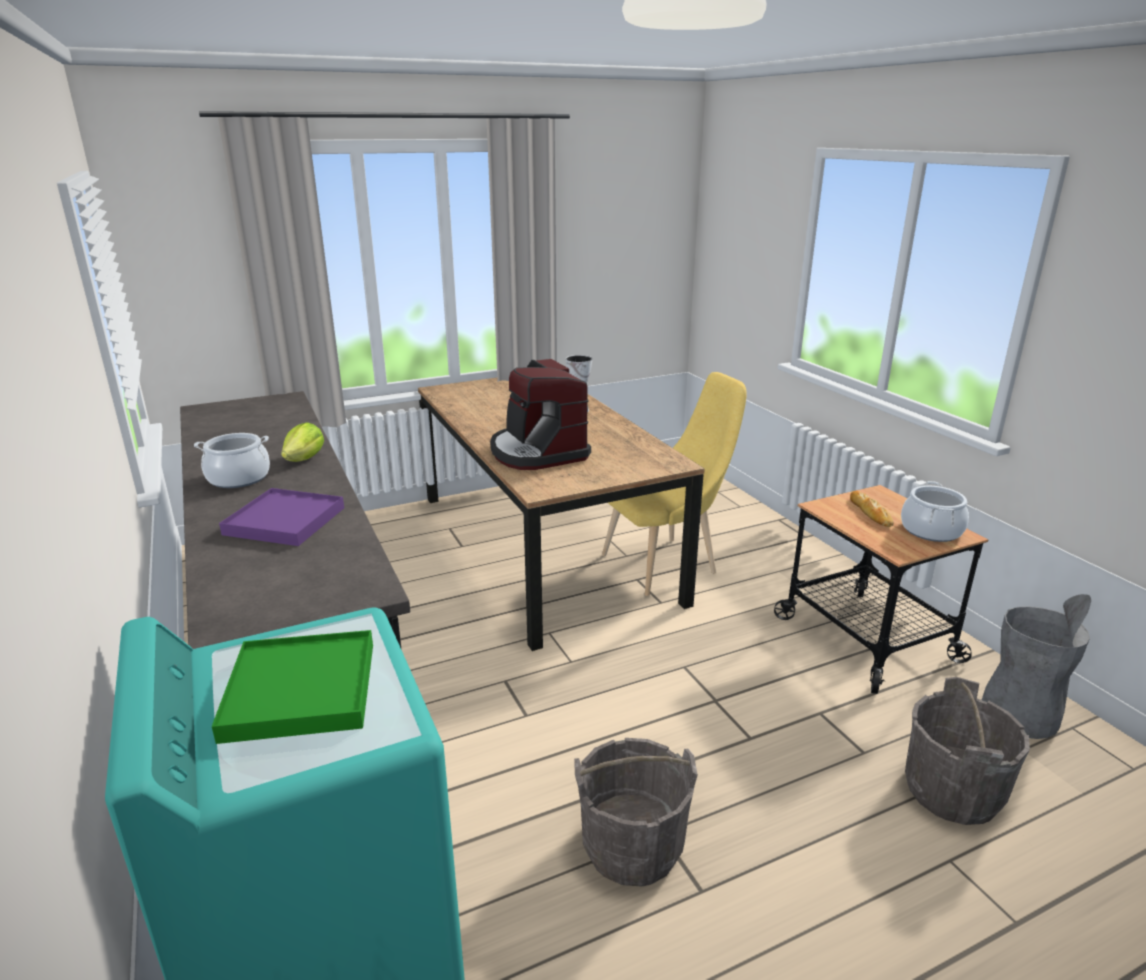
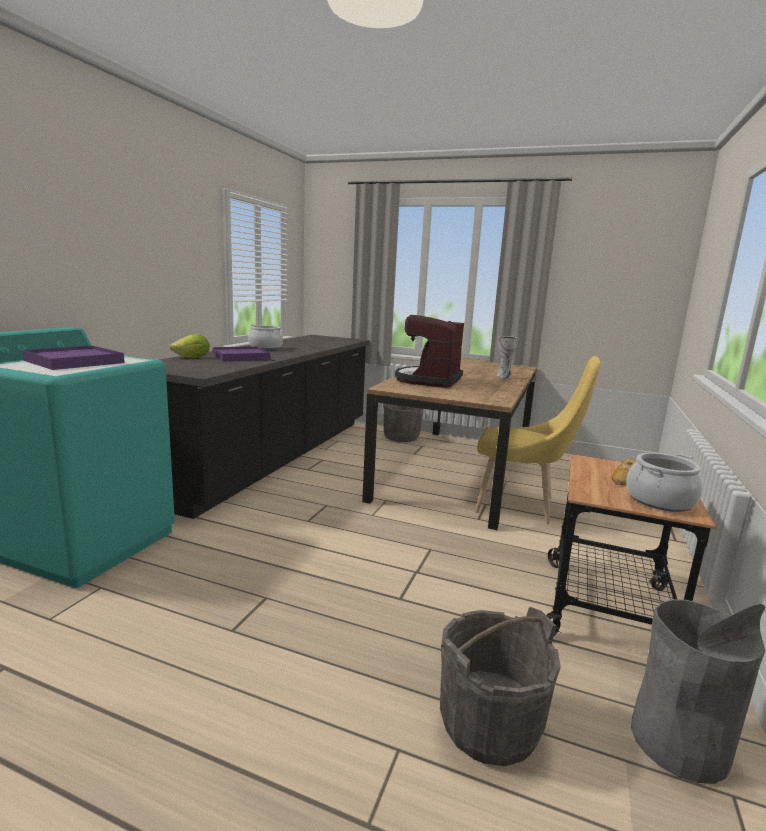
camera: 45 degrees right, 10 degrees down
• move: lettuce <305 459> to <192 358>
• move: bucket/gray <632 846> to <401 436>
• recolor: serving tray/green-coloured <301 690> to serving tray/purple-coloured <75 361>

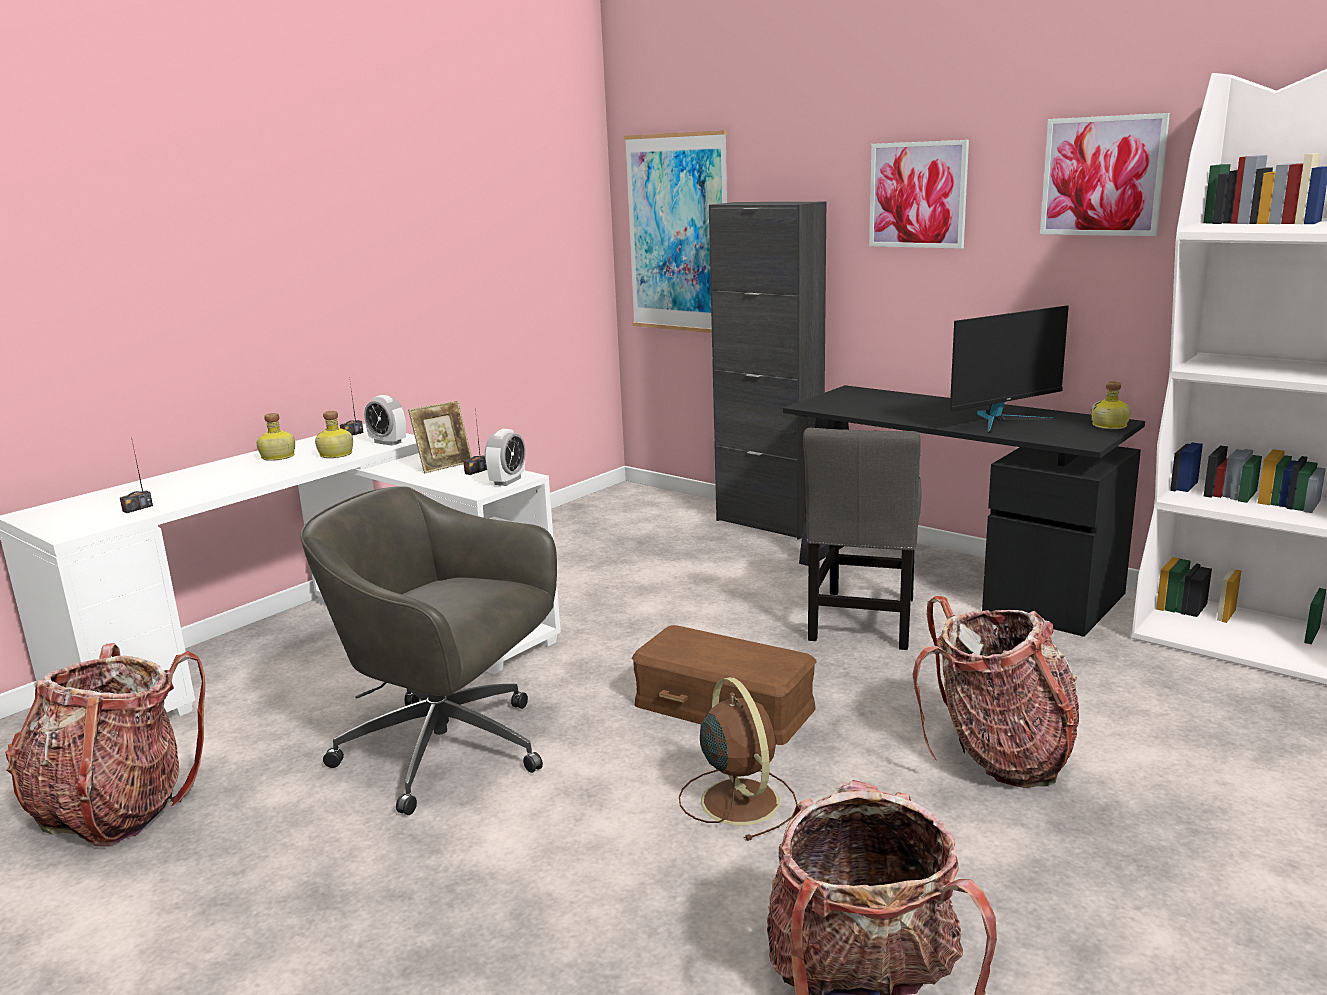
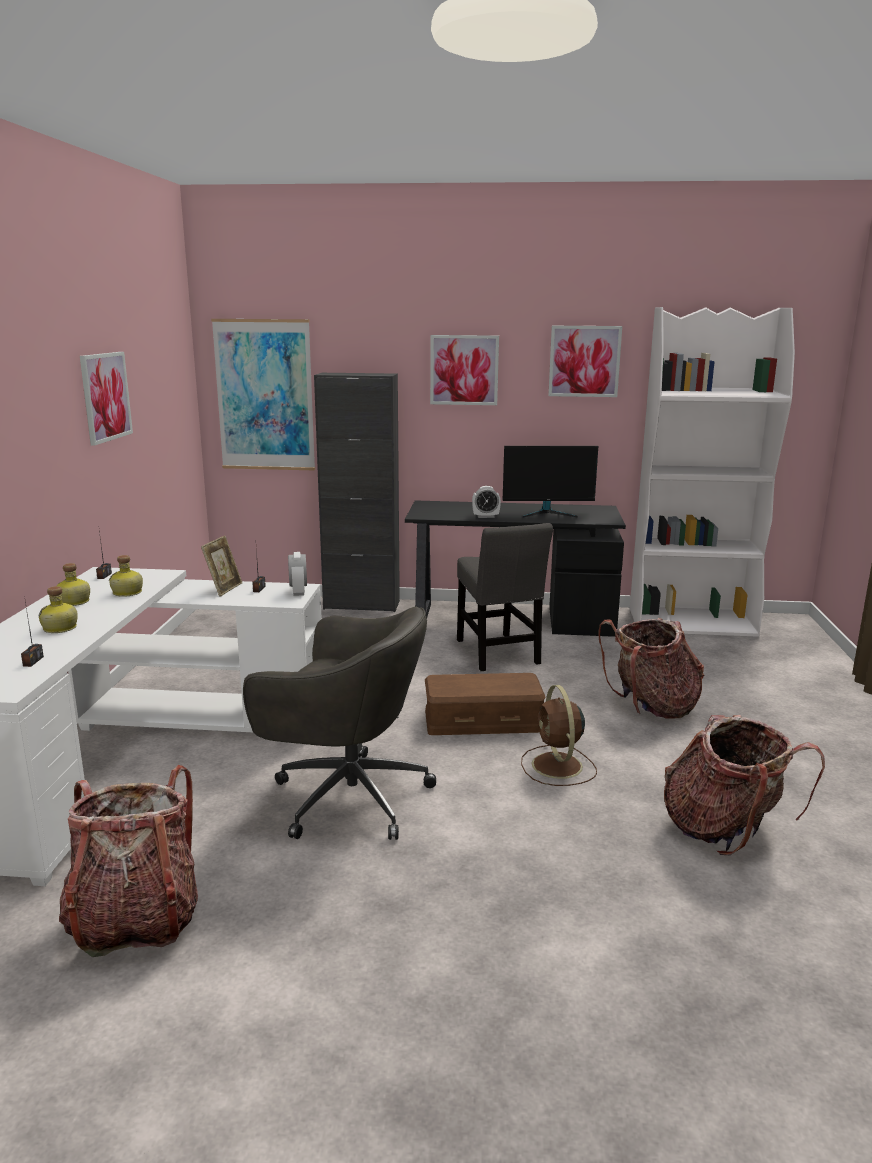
camera: 35 degrees left, 0 degrees up
• insert: picture <105 397>
• move: table clock <388 442> to <485 516>
• move: beverage bottle <1110 426> to <60 628>
• rotate: desk chair/gray <449 751> = <346 796> 150 degrees counterclockwise
• rotate: cooling fan/brown <738 799> = <557 767> 135 degrees counterclockwise
• rotate: monitor <1003 420> = <547 513> 60 degrees clockwise

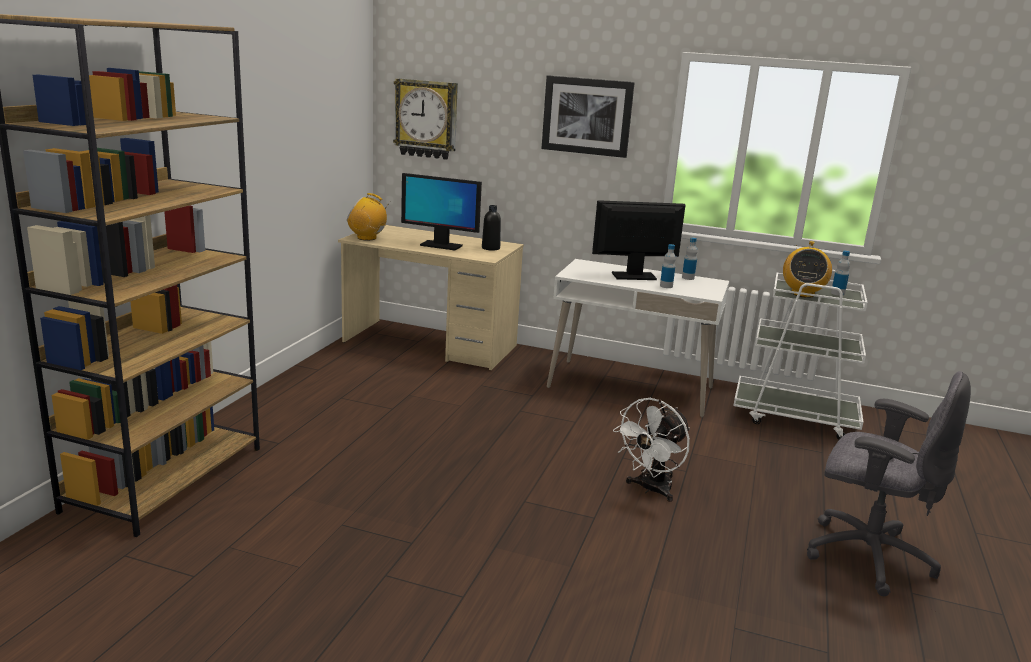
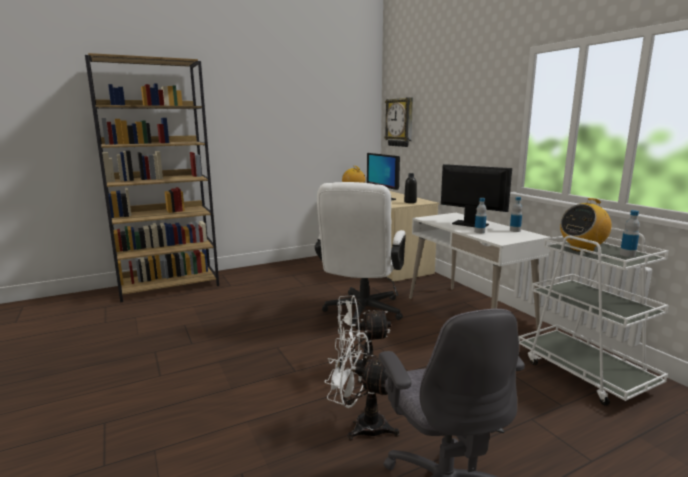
camera: 45 degrees right, 5 degrees down
• delete: picture <587 116>
• insert: desk chair/white <361 313>
• insert: cooling fan/white <362 425>

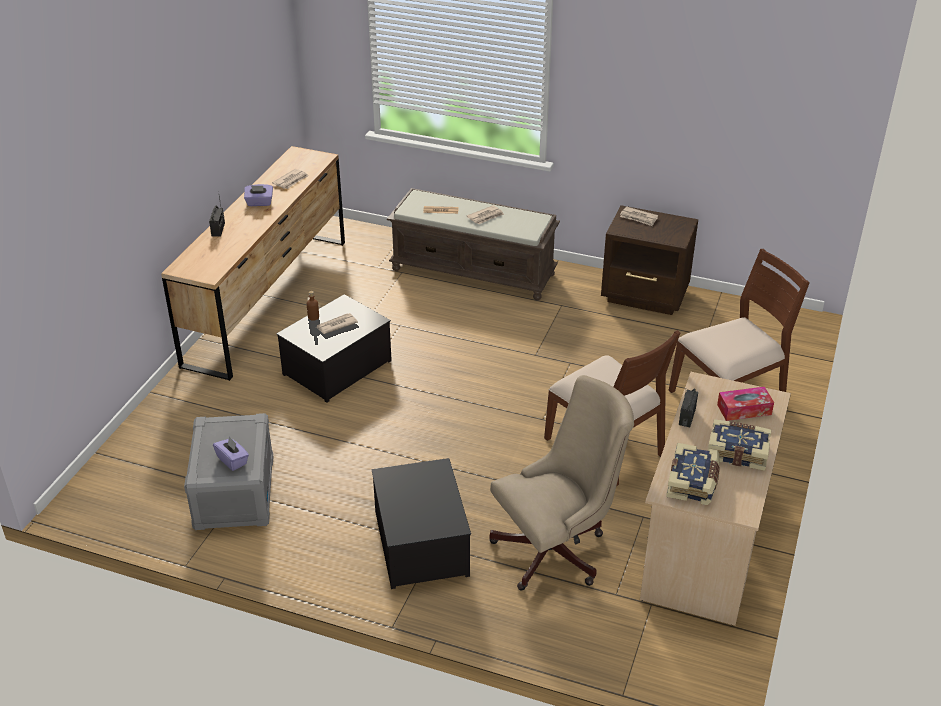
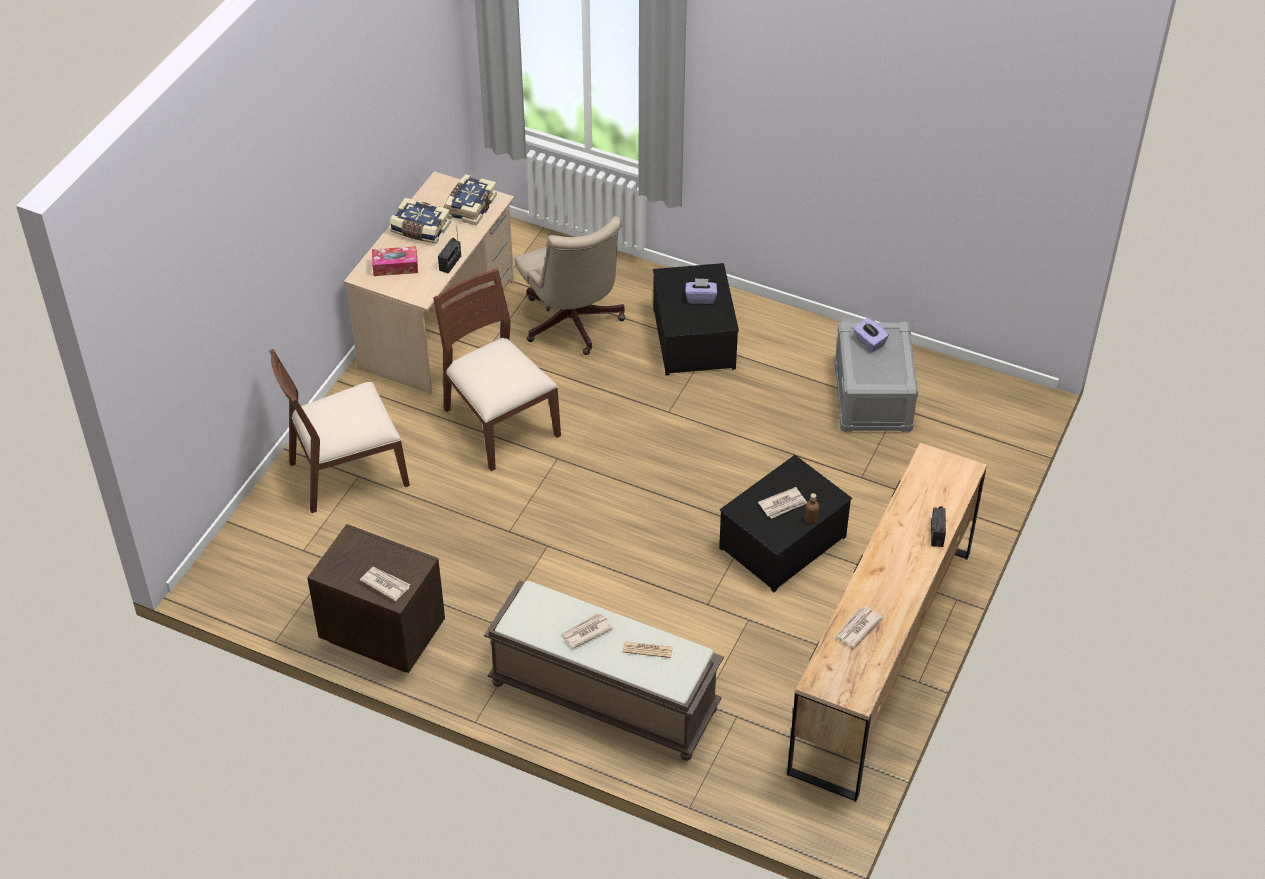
camera: 175 degrees left, 10 degrees up
• move: tissue box/purple-coloured <259 203> to <700 298>
• rotate: desk chair/sand-coloured <557 550> = <573 325> 90 degrees counterclockwise

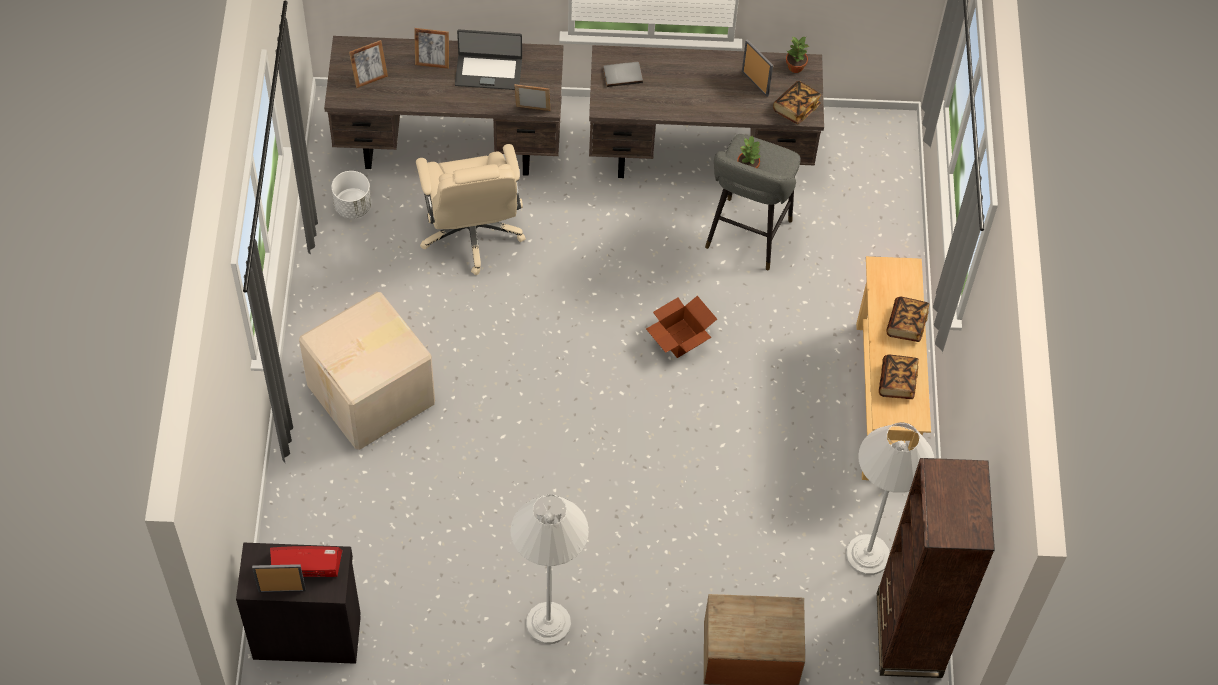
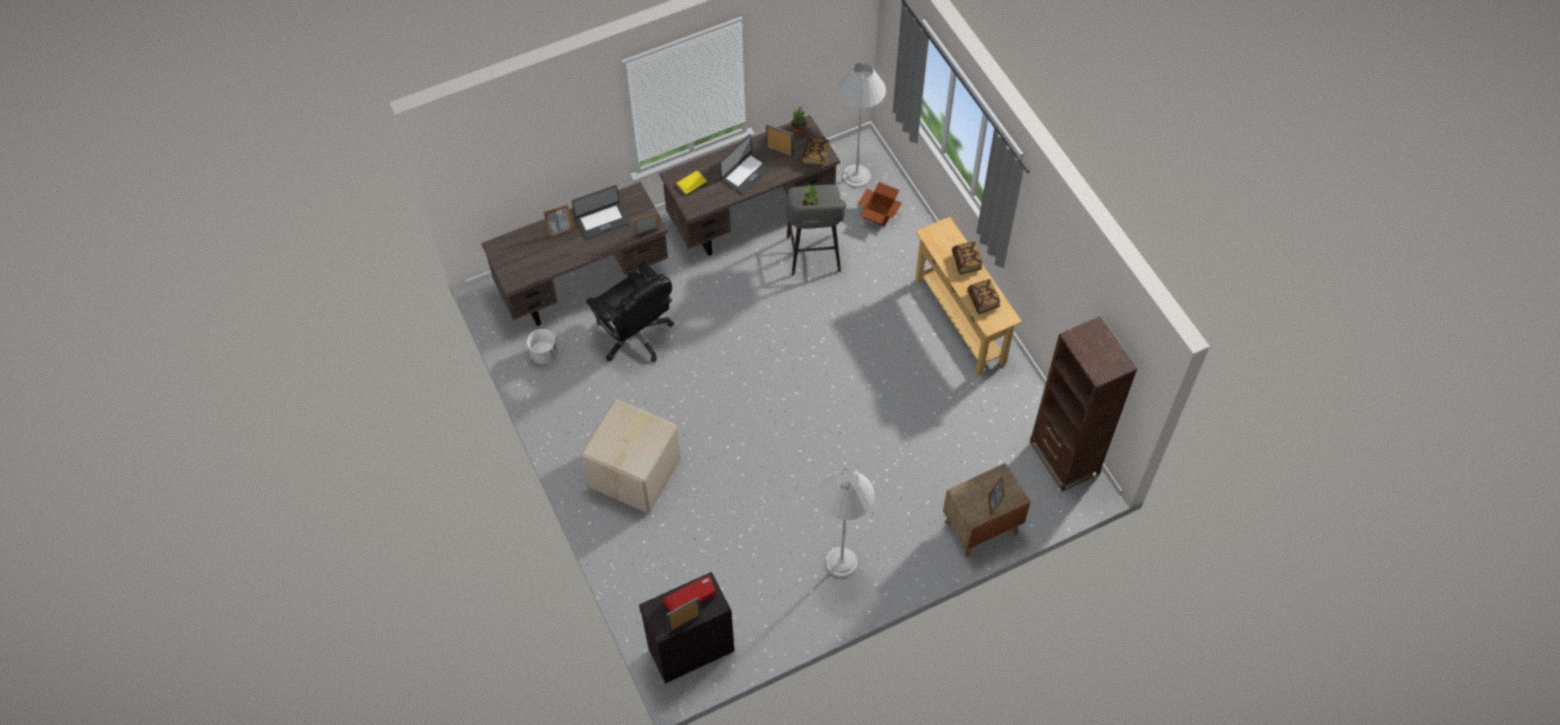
camera: 25 degrees left, 0 degrees up
• insert: notebook computer <745 173>
• move: picture frame <370 78> to <993 504>
• move: carton <679 338> to <878 214>
• move: standing lamp/white <867 555> to <856 176>
• recolor: desk chair/sand-coloured <472 233> to desk chair/blackish <635 335>
• recolor: book/gray <622 74> to book/yellow <691 183>

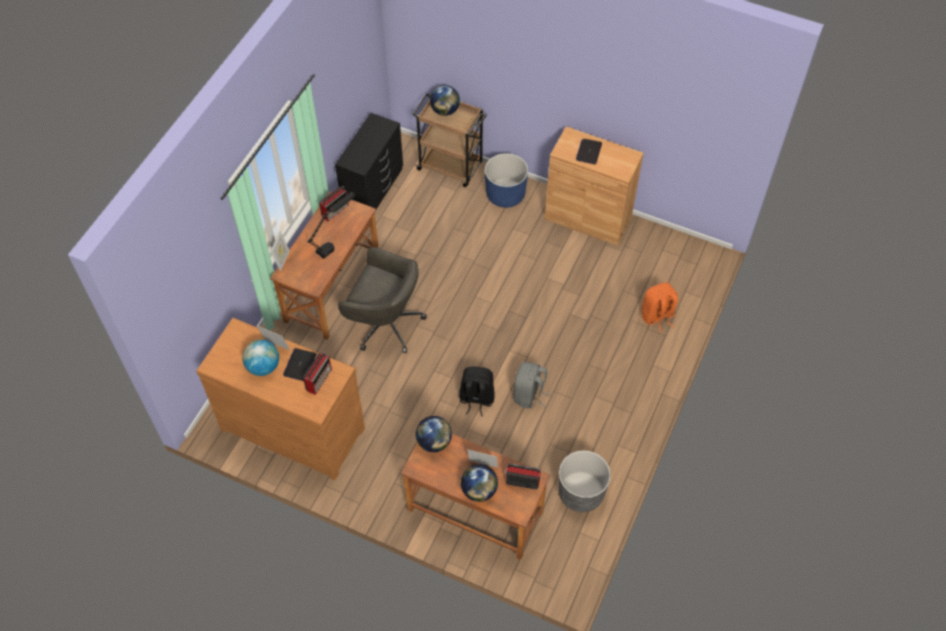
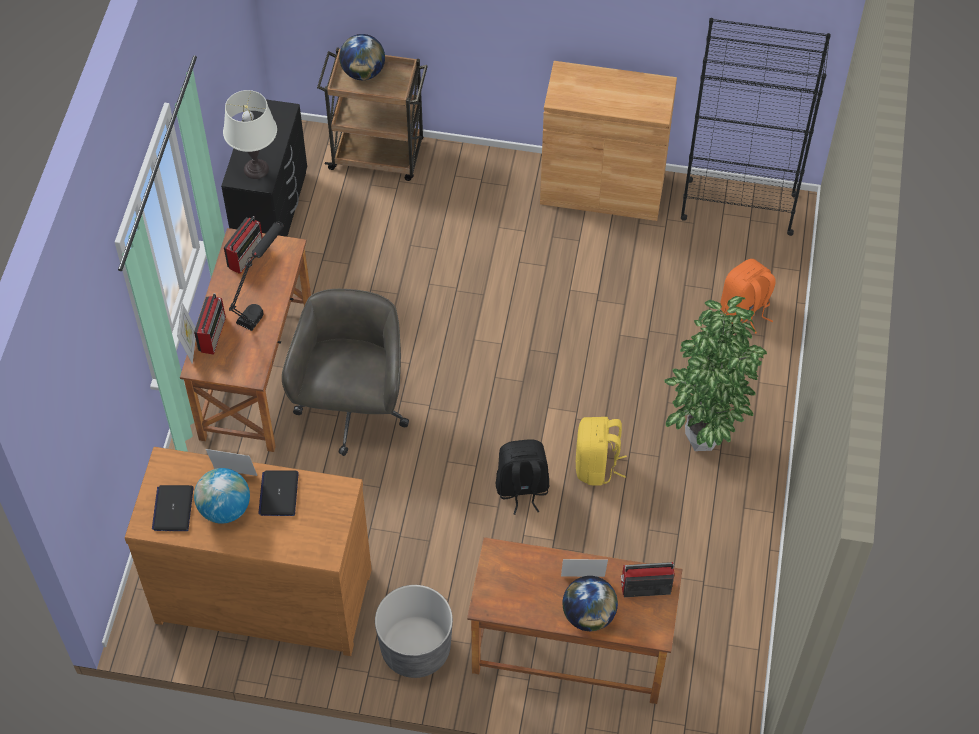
camera: 15 degrees left, 0 degrees up
• delete: globe <434 442>
• delete: flower pot/blue <505 194>
• insert: lamp for a table/white <256 169>
• insert: plant in a pot <703 444>
• insert: bookshelf/blackish <738 207>
• move: radio receiver <319 379> to <213 333>
• move: flower pot/gray <581 493> to <415 649>
• move: notebook computer <589 152> to <173 508>
• recolor: backpack/gray <529 395> to backpack/yellow <596 466>
• rotate: desk chair/gray <385 323> = <353 409> 90 degrees counterclockwise

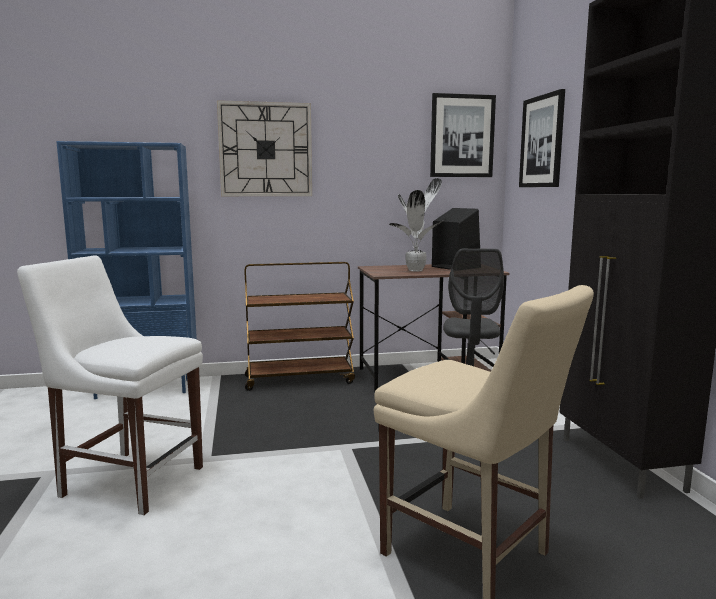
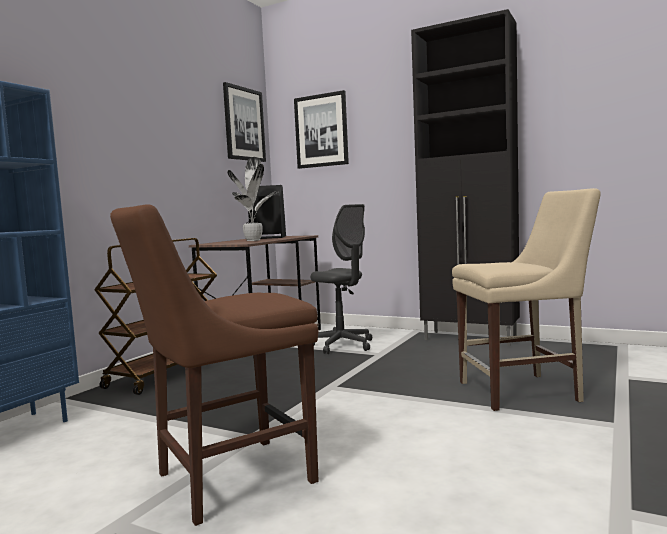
camera: 50 degrees left, 5 degrees down
• delete: clock on the wall <265 150>
• recolor: plain chair/white <128 480> to plain chair/brown <227 479>

